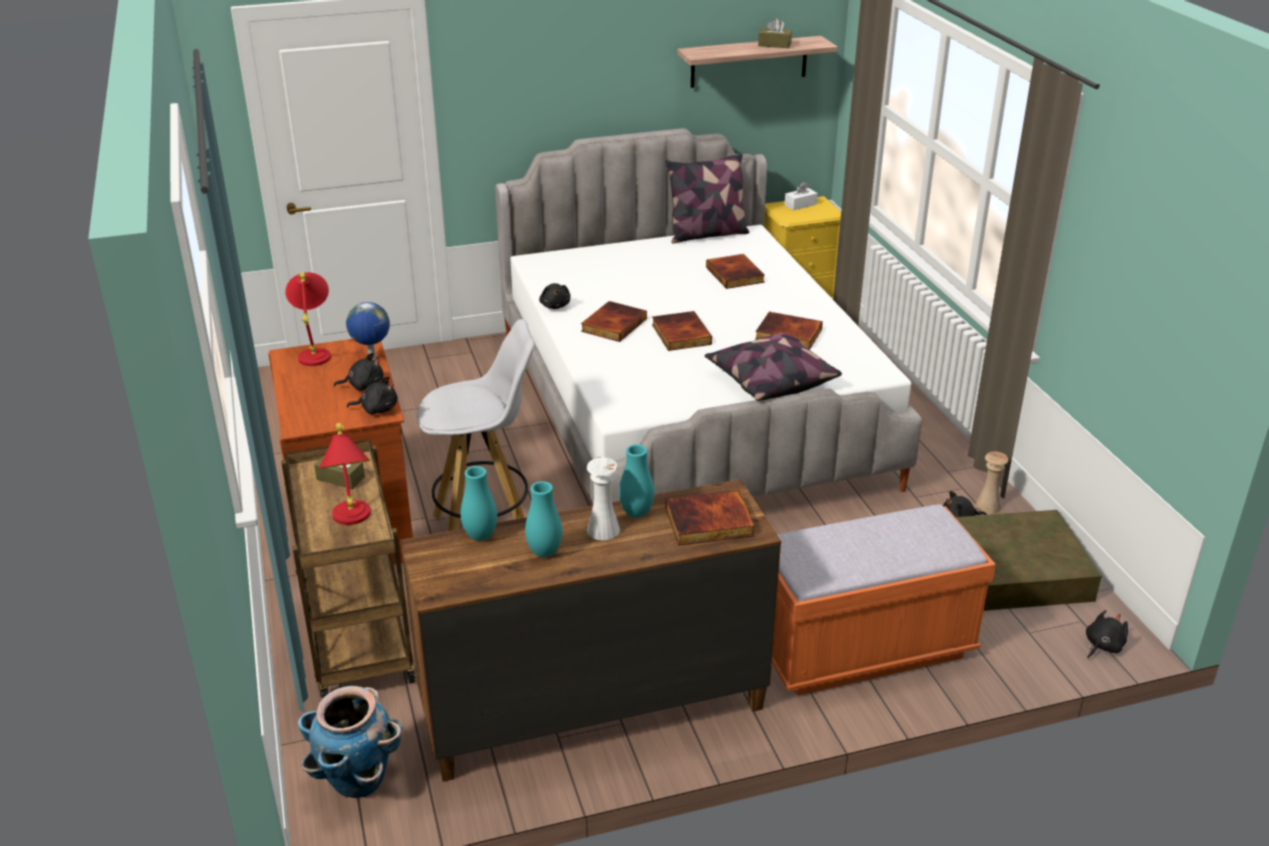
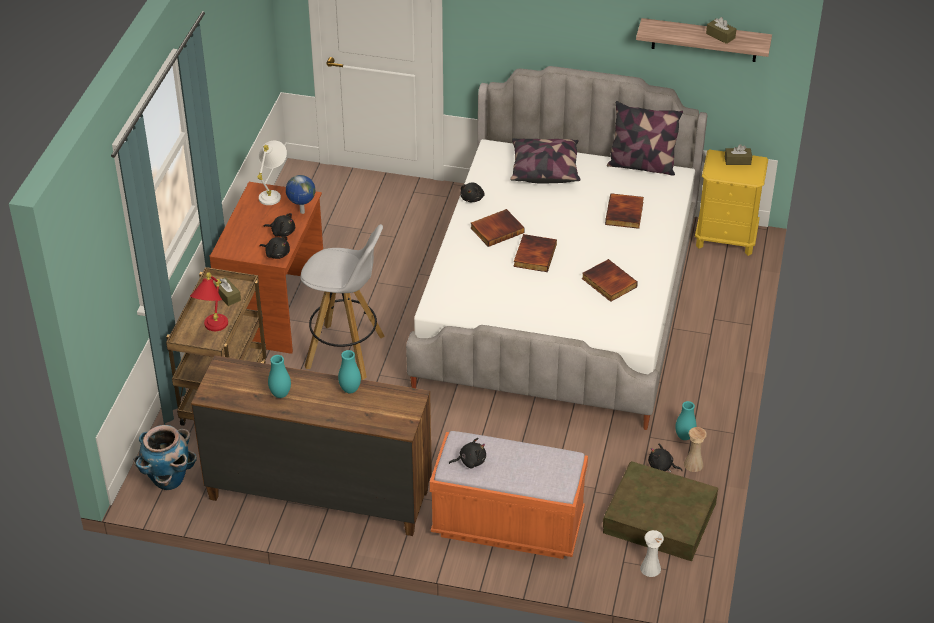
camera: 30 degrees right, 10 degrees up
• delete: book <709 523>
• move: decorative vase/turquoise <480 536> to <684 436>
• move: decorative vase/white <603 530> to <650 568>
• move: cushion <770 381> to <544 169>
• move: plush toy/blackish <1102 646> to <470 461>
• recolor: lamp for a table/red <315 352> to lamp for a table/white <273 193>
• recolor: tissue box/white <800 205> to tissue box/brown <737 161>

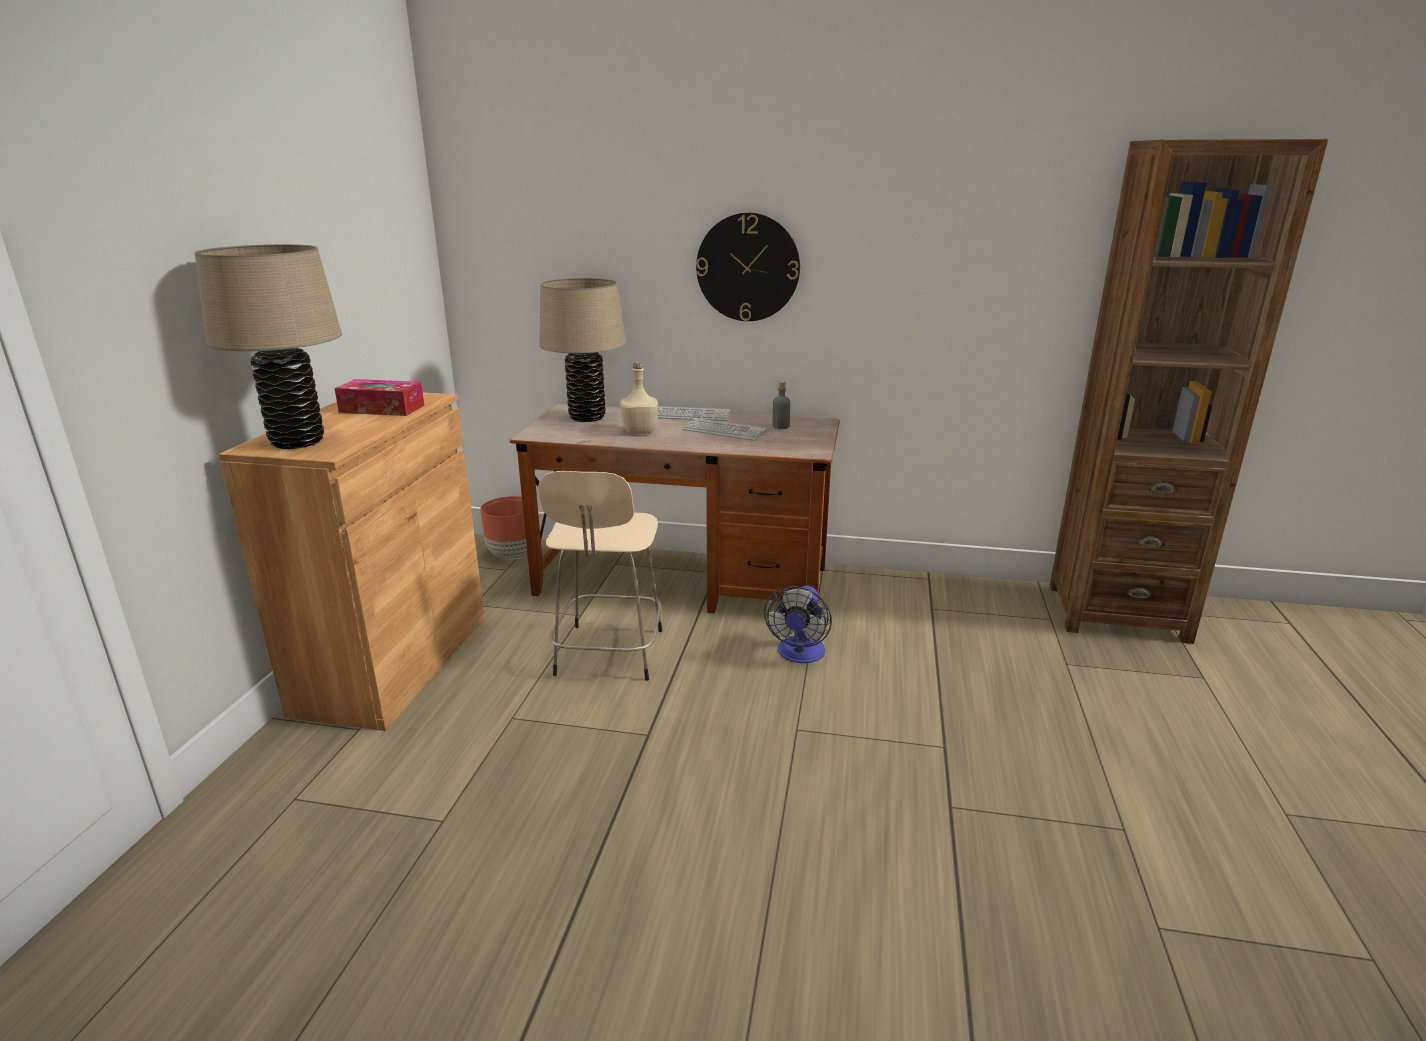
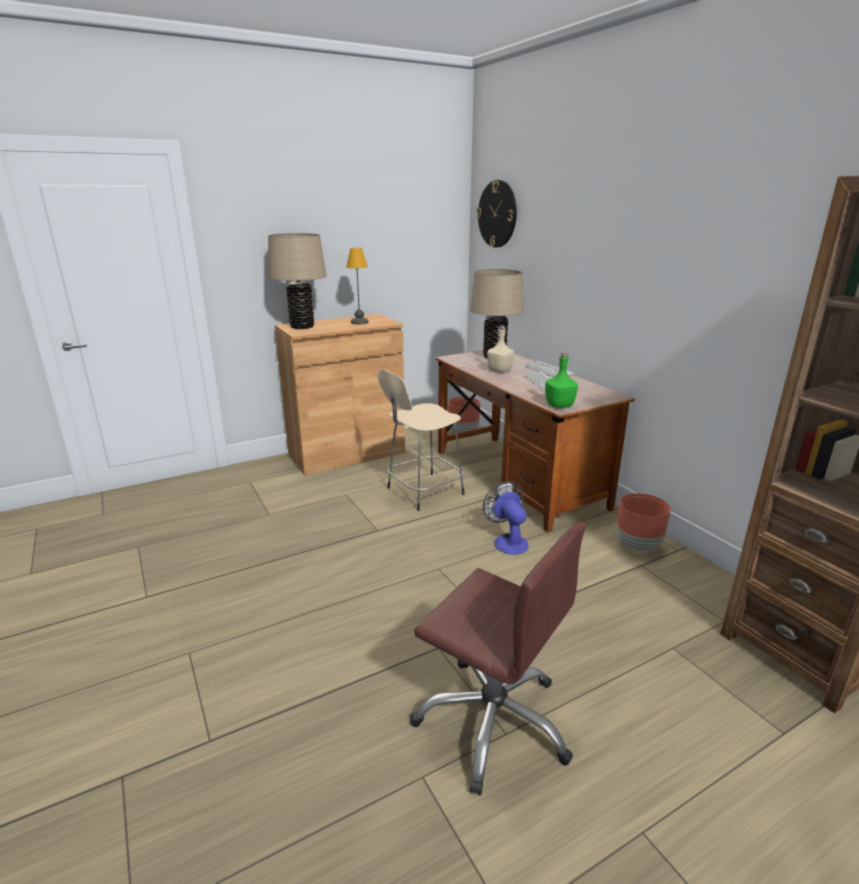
camera: 50 degrees right, 0 degrees up
• delete: beverage bottle/gray <780 426>
• insert: desk chair/brown <493 720>
• insert: beverage bottle/green-coloured <559 405>
• insert: flower pot/brown <637 545>
• move: clock on the wall <748 267> to <497 214>
• replace: tissue box <382 409> to lamp for a table <360 322>
• rotate: cooling fan <799 655> = <507 541> 90 degrees clockwise

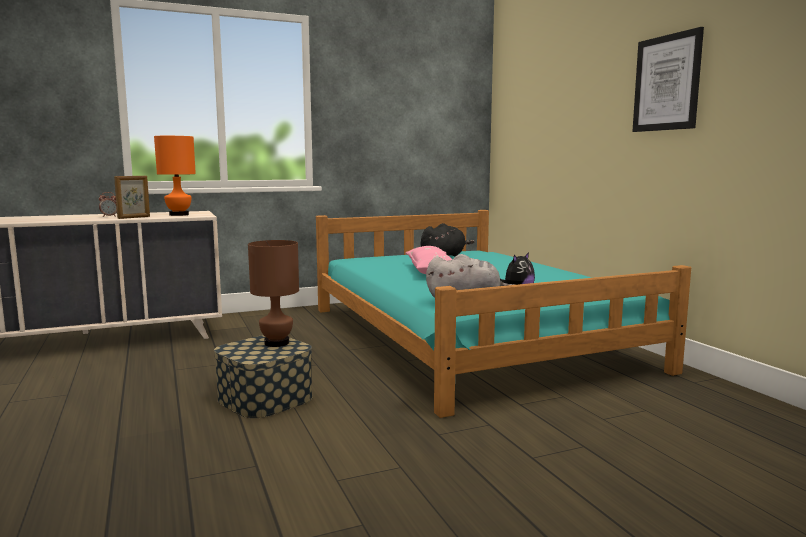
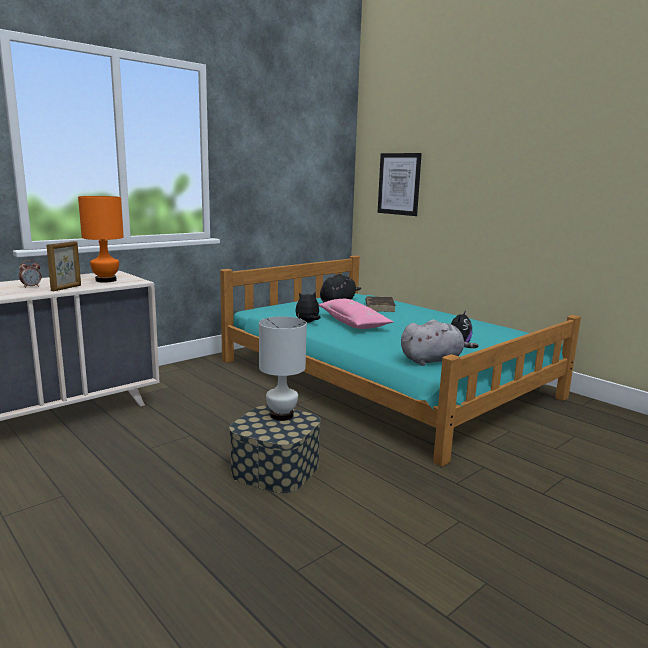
camera: 20 degrees left, 5 degrees up
• insert: plush toy <307 322>
• insert: book/brown <379 306>
• move: picture <667 83> to <399 184>
• recolor: lamp for a table/brown <277 343> to lamp for a table/white <282 415>

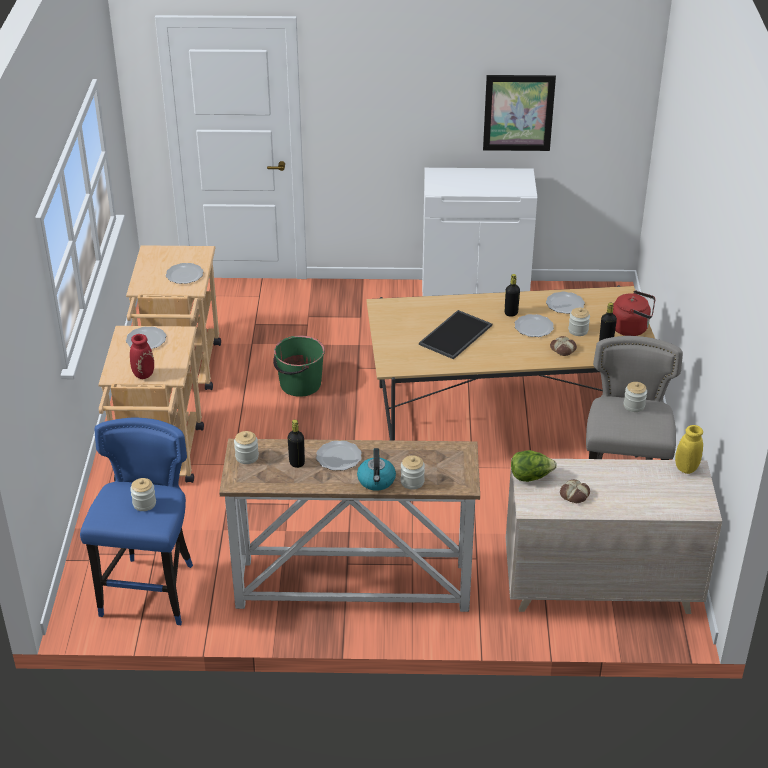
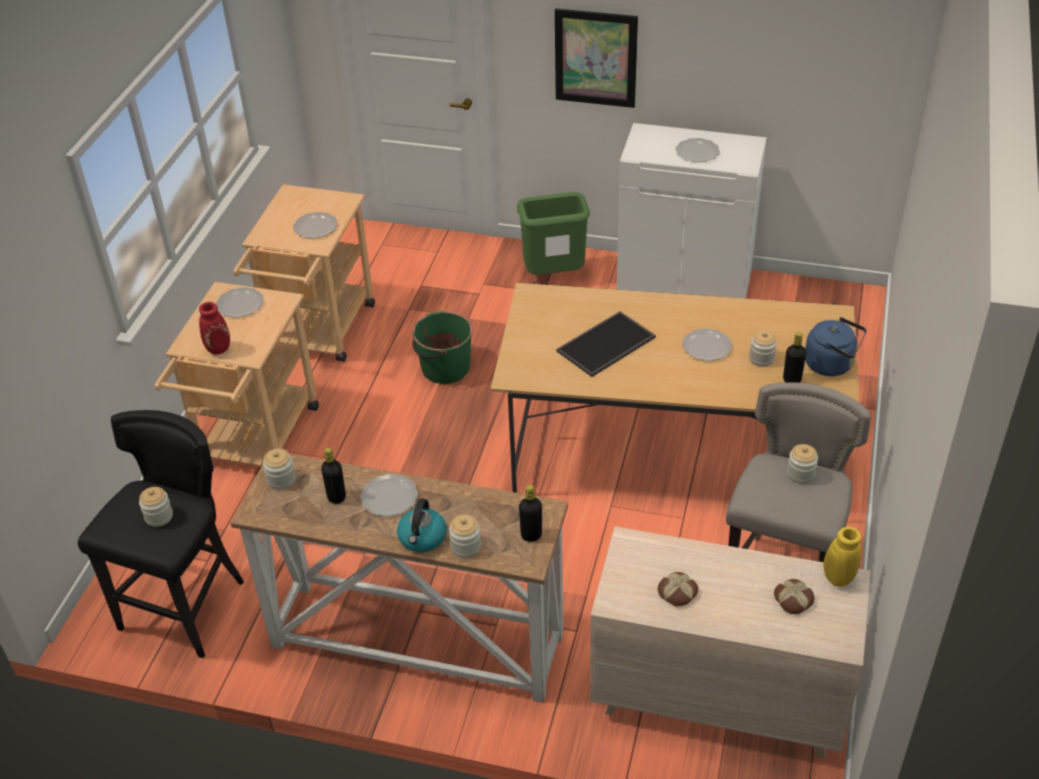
camera: 15 degrees right, 5 degrees up
• delete: lettuce <531 477>
• insert: rubbish bin/green-coloured <554 276>
• move: picture <518 112> to <595 58>
• move: beverage bottle/blackish <511 313> to <531 535>
• move: dinner plate <565 304> to <697 152>
• move: baked bread <563 349> to <794 599>
• recolor: stool/blue <151 591> to stool/blackish <186 607>
• recolor: kettle/red <632 328> to kettle/blue <832 364>

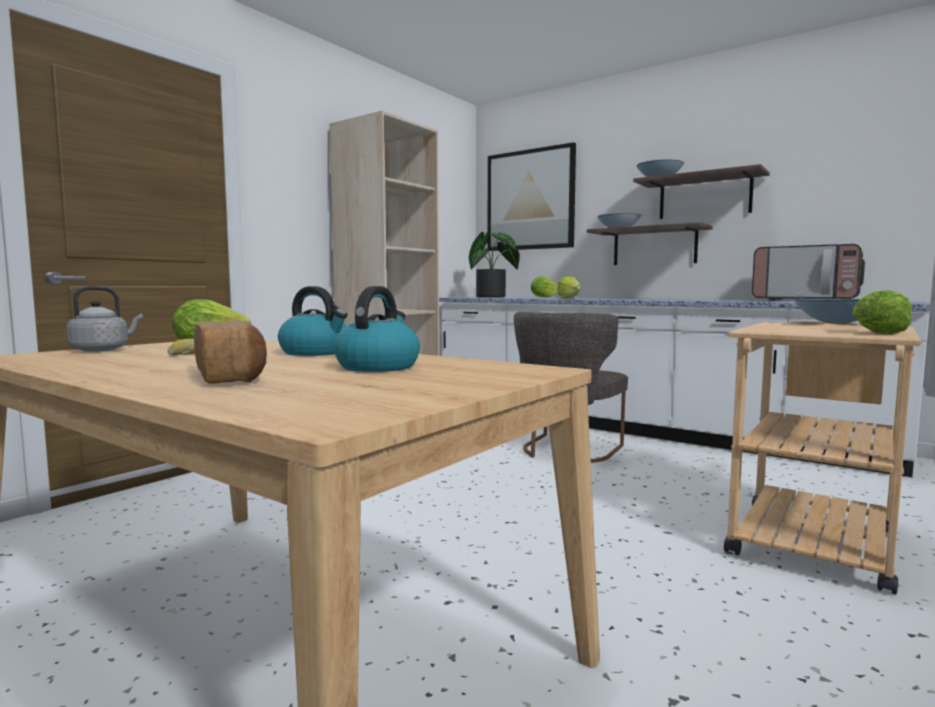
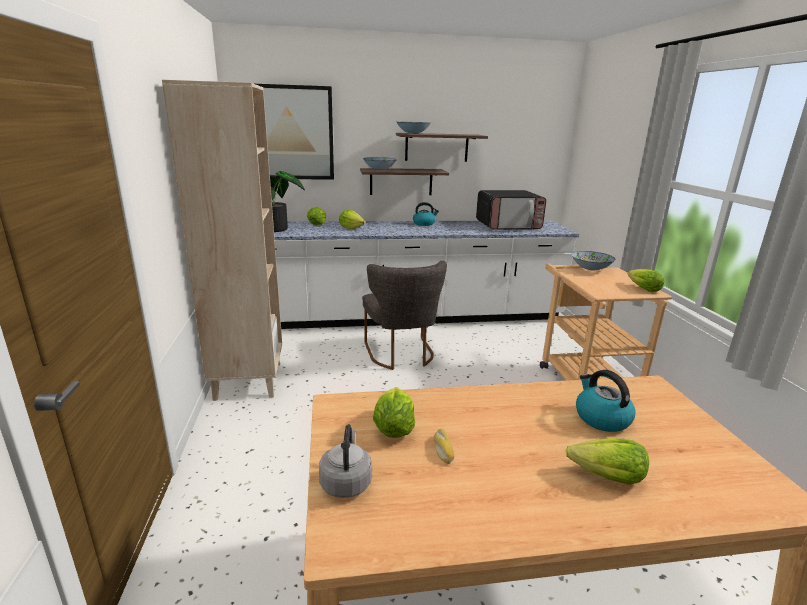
camera: 45 degrees left, 15 degrees up
• move: kettle <316 352> to <424 223>
• replace: baked bread <231 376> to lettuce <607 477>

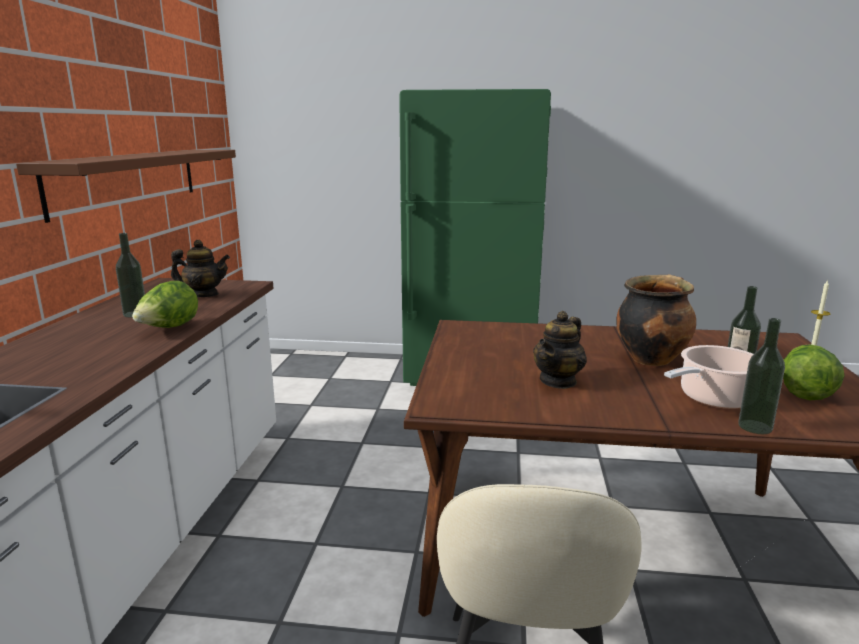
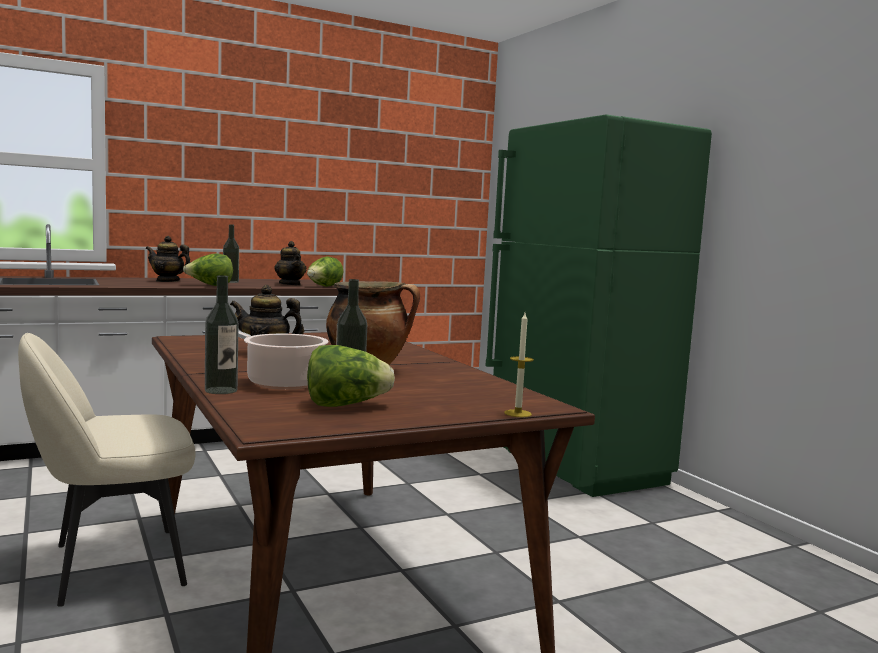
camera: 55 degrees right, 10 degrees down
• delete: shelf/brown <128 179>
• insert: teapot <168 281>
• insert: lettuce <324 287>

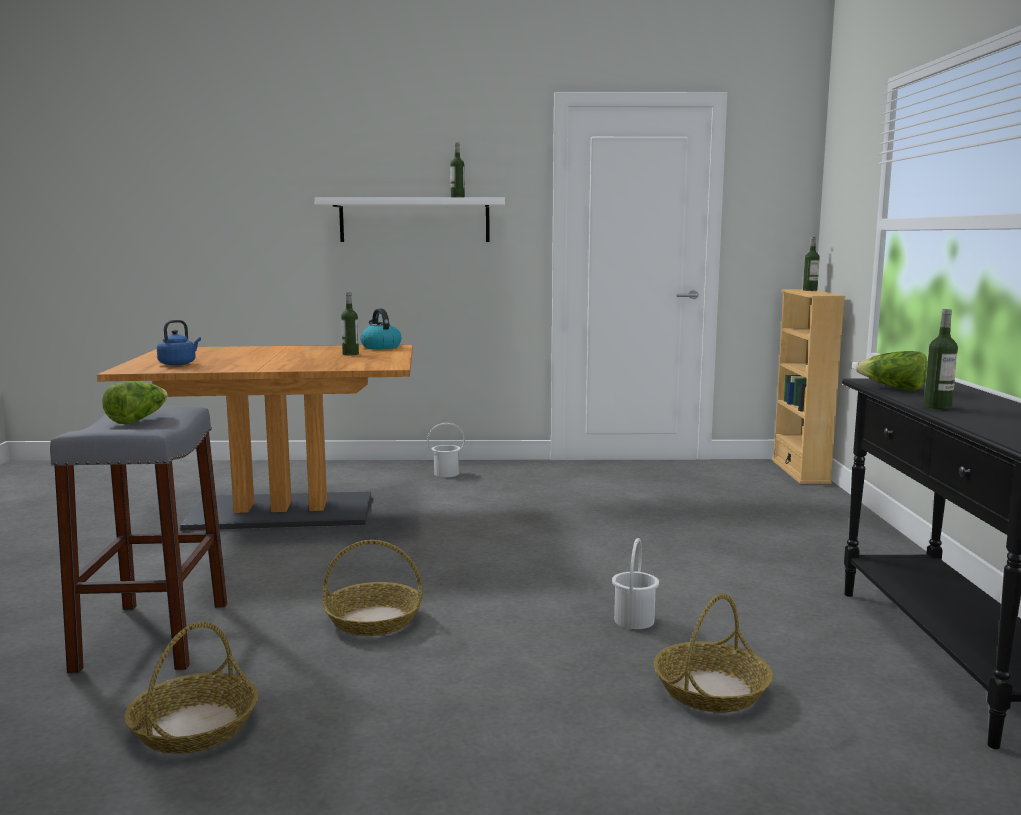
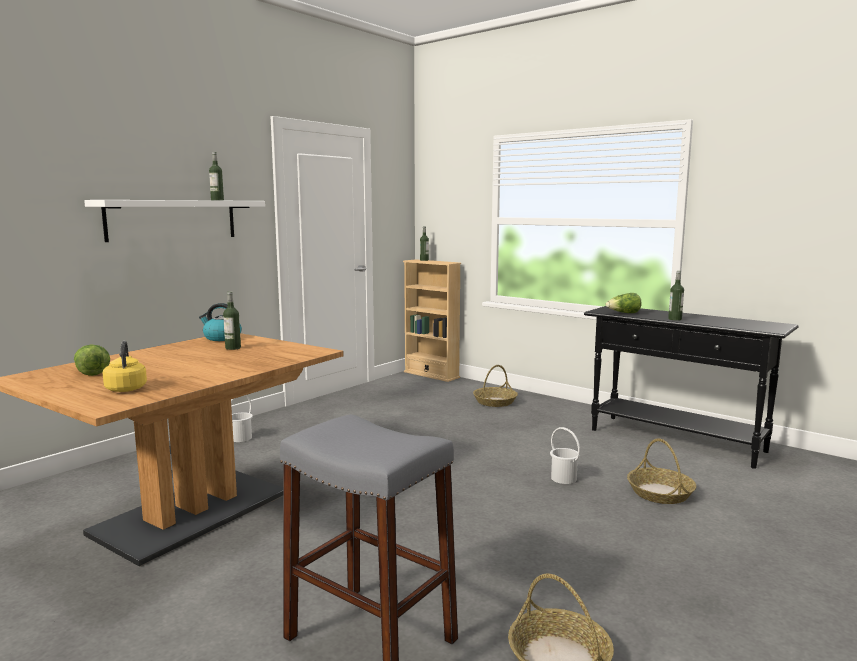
camera: 50 degrees left, 0 degrees up
• move: lettuce <138 419> to <92 372>
• move: basket <374 620> to <495 402>
• recolor: kettle/blue <179 364> to kettle/yellow <126 388>

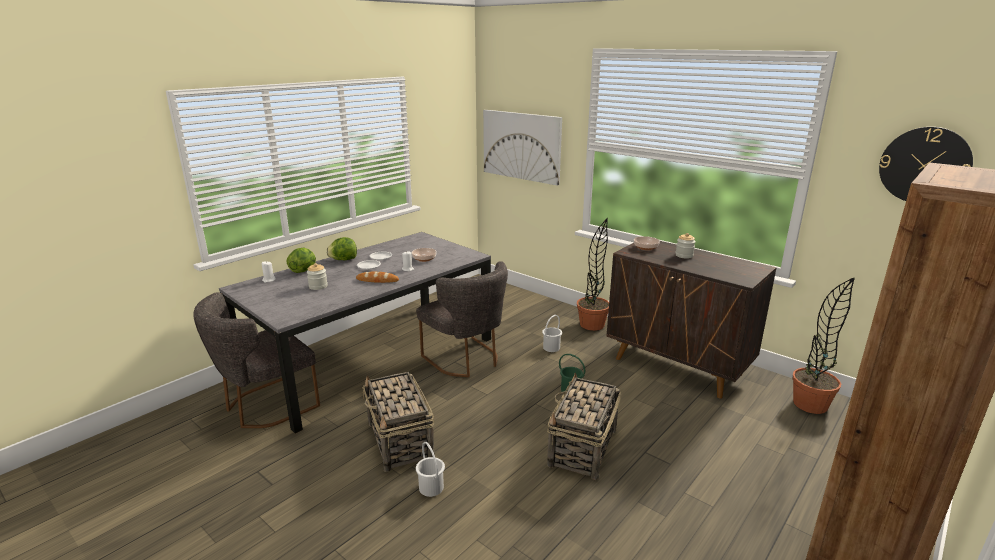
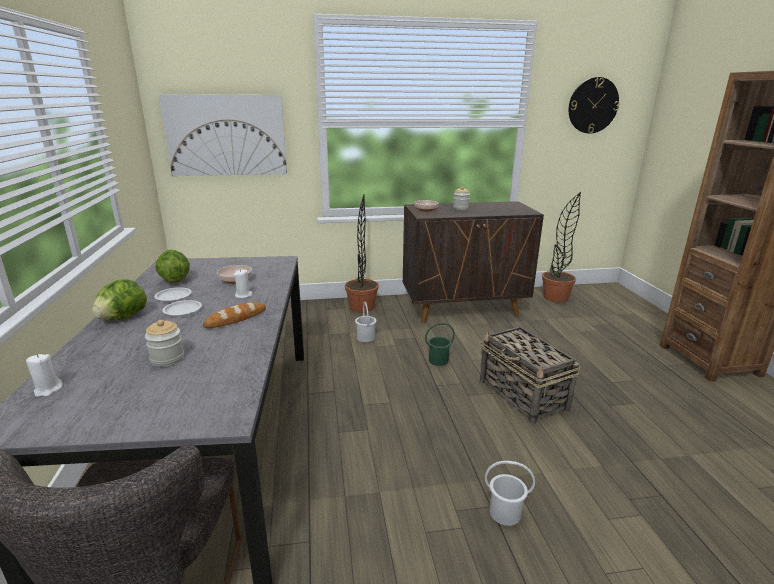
camera: 50 degrees left, 0 degrees up
• delete: basket <400 441>
• delete: plain chair/gray <466 360>
• move: lettuce <304 270> to <174 280>

